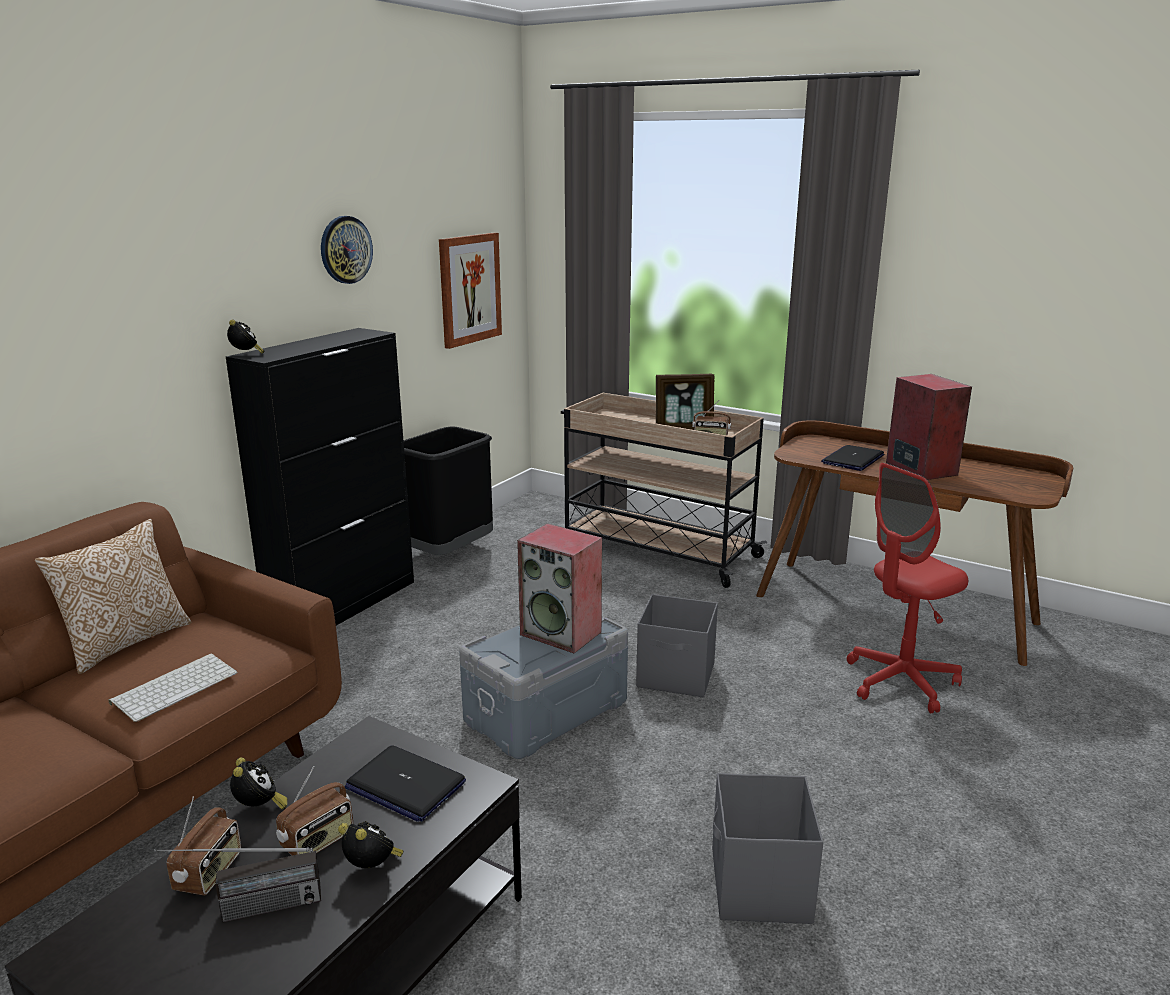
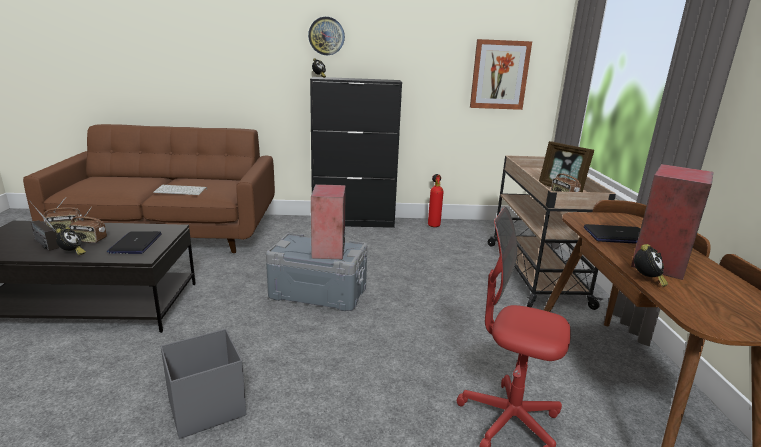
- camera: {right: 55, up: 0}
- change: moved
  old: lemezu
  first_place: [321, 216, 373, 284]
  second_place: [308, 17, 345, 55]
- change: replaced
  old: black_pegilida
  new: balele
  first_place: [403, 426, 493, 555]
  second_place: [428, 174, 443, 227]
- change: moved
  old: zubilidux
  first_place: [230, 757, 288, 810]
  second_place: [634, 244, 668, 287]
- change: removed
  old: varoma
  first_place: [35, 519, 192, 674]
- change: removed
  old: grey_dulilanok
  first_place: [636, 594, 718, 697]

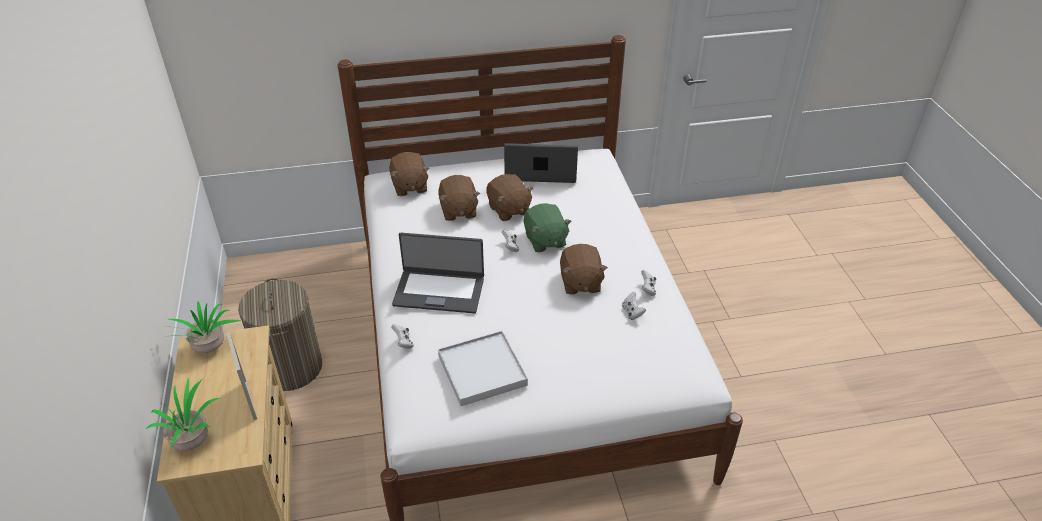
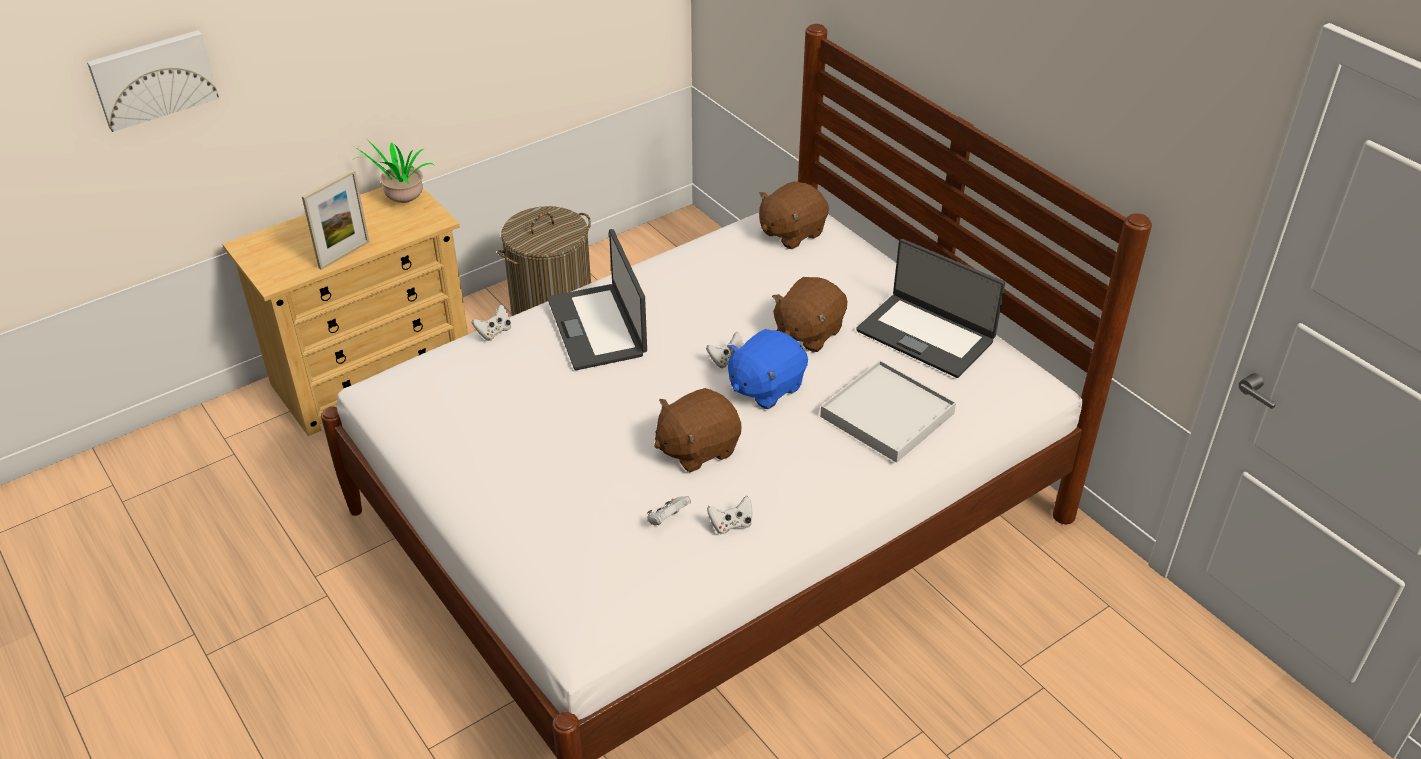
- camera: {right: 65, up: 0}
- change: added
  new: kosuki
  second_place: [87, 30, 219, 132]
- change: recoloured
  old: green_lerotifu
  new: blue_lerotifu
  first_place: [524, 203, 572, 252]
  second_place: [727, 329, 808, 409]
- change: moved
  old: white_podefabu
  first_place: [438, 331, 528, 406]
  second_place: [820, 360, 956, 463]
- change: turned
  old: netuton
  first_place: [504, 143, 578, 183]
  second_place: [856, 239, 1005, 378]
  degrees: 150
- change: removed
  old: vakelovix
  first_place: [146, 378, 220, 451]
- change: removed
  old: brown_lerotifu
  first_place: [438, 175, 480, 221]

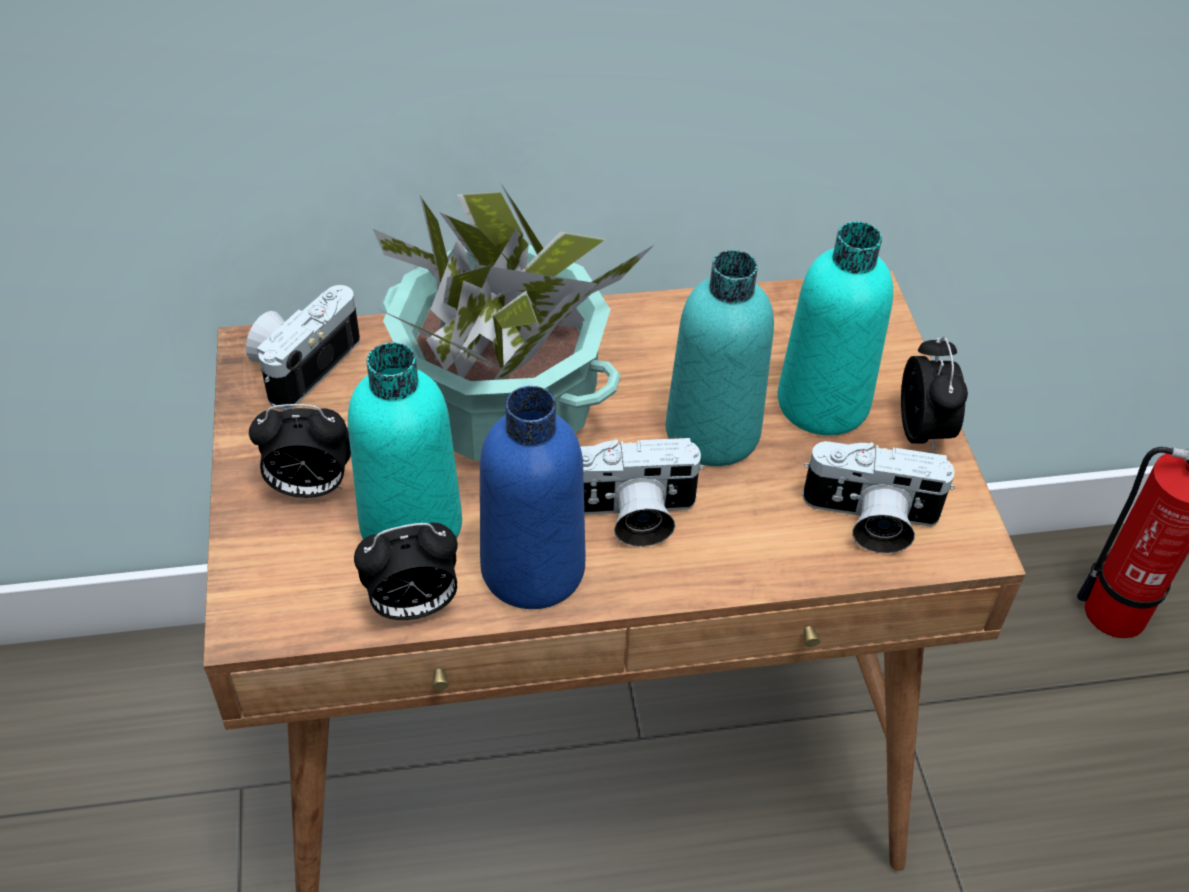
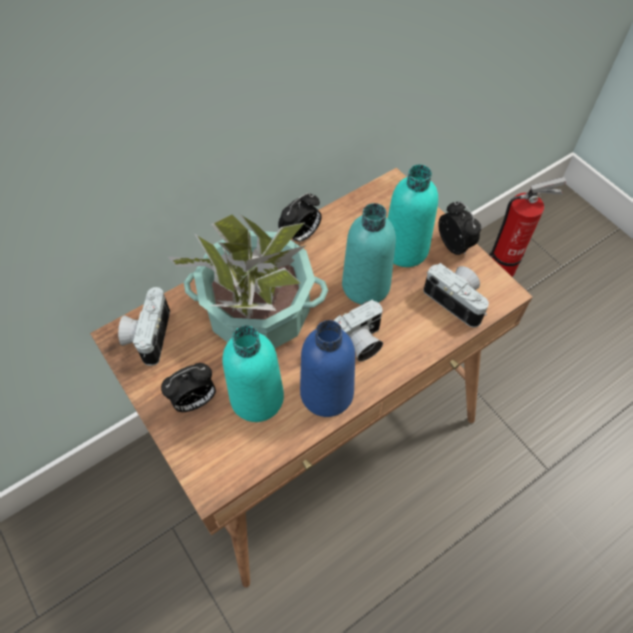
- camera: {right: -25, up: 10}
- change: moved
  old: zubilidux
  first_place: [354, 522, 458, 620]
  second_place: [278, 193, 321, 242]
- change: turned
  old: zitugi
  first_place: [802, 441, 955, 554]
  second_place: [423, 263, 489, 327]
  degrees: -120

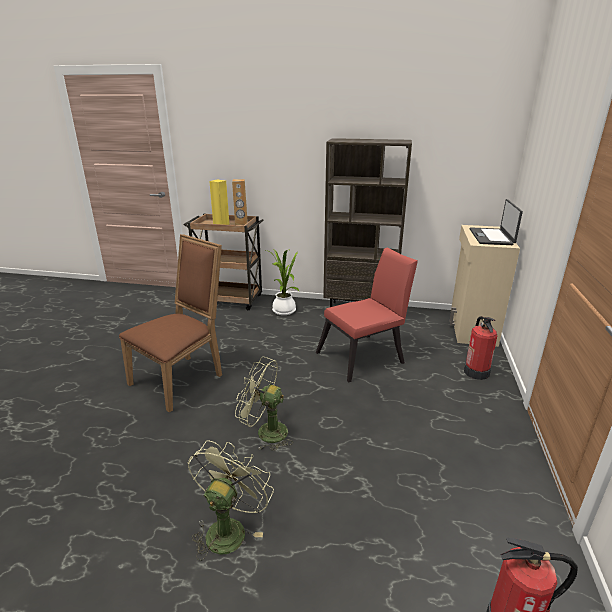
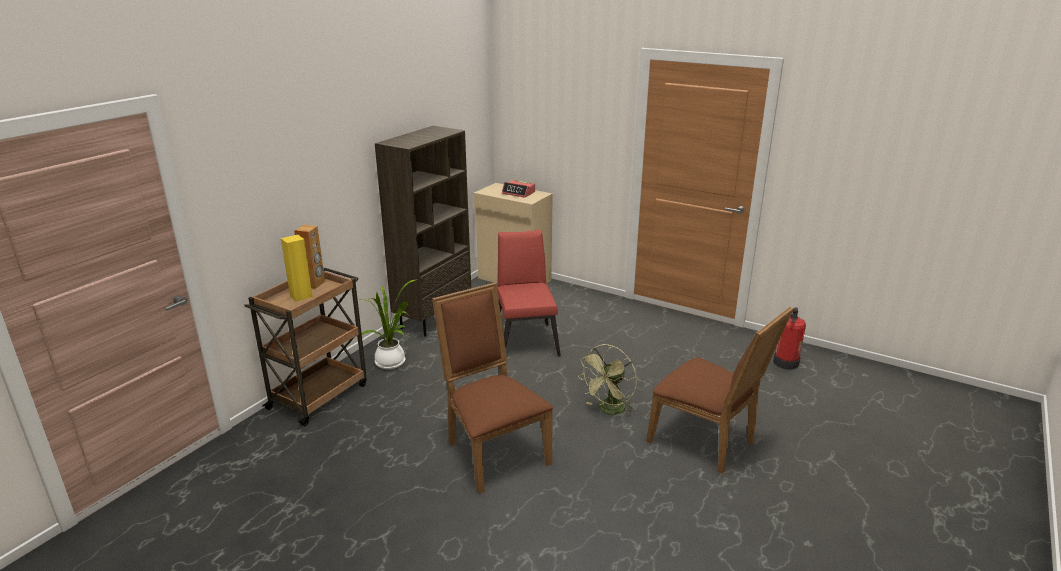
- camera: {right: -70, up: 0}
- change: replaced
  old: netuton
  new: zubilidux
  first_place: [470, 199, 523, 245]
  second_place: [502, 180, 535, 198]
- change: replaced
  old: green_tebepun
  new: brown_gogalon
  first_place: [188, 440, 274, 561]
  second_place: [646, 307, 794, 474]
- change: removed
  old: balele
  first_place: [464, 316, 497, 380]

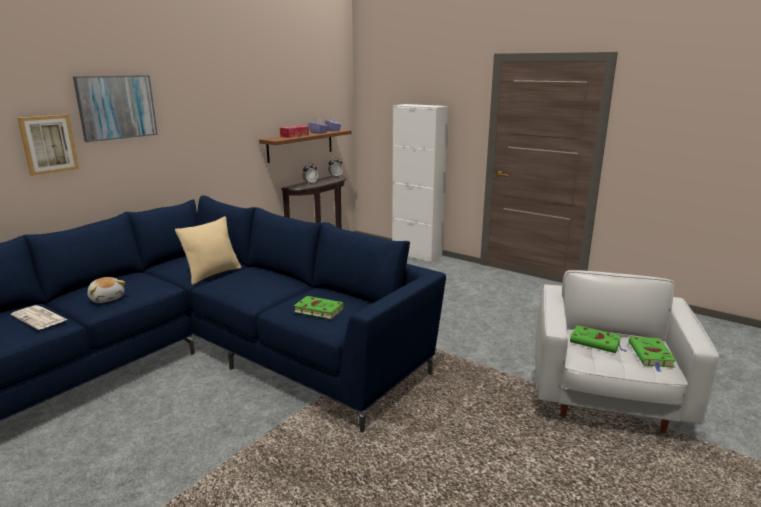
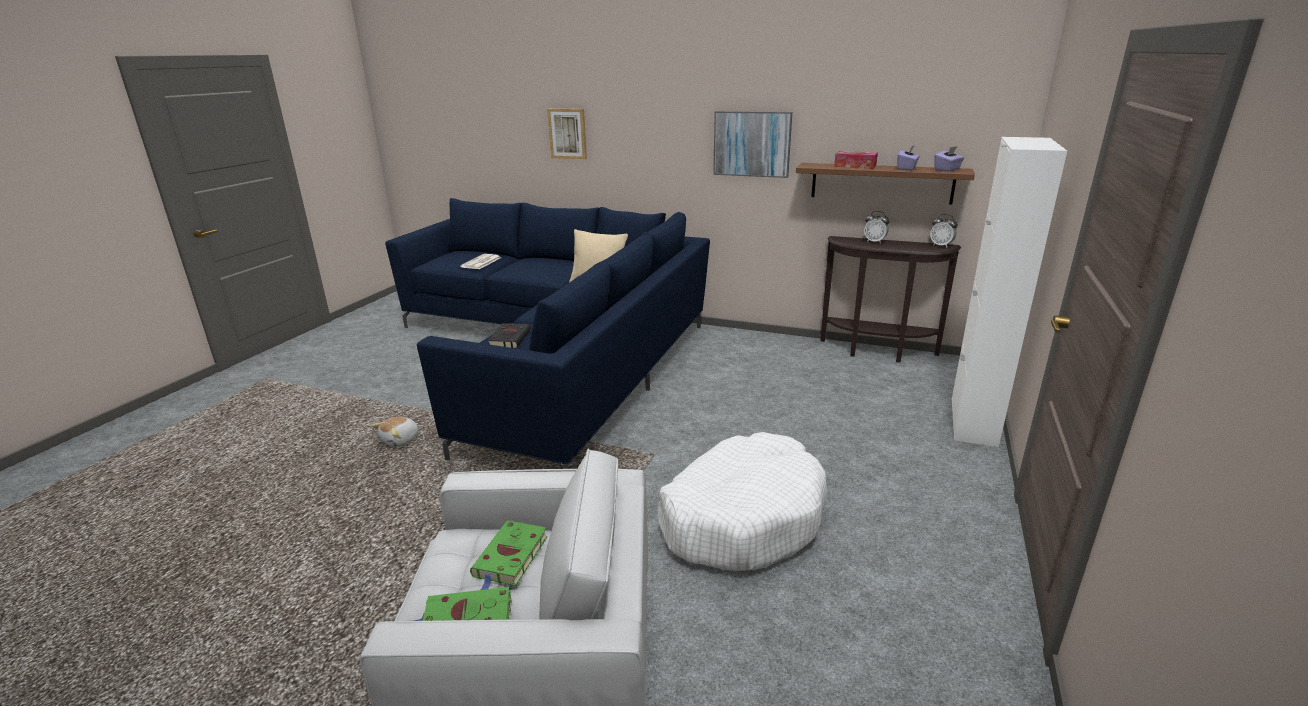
- camera: {right: 75, up: 5}
- change: moved
  old: lerotifu
  first_place: [87, 277, 125, 303]
  second_place: [372, 417, 418, 447]
- change: recoloured
  old: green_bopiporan
  new: black_bopiporan
  first_place: [294, 296, 344, 319]
  second_place: [487, 323, 531, 348]
- change: added
  new: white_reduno
  second_place: [658, 432, 828, 571]
- change: moved
  old: kosuki
  first_place: [73, 75, 158, 142]
  second_place: [713, 111, 792, 178]

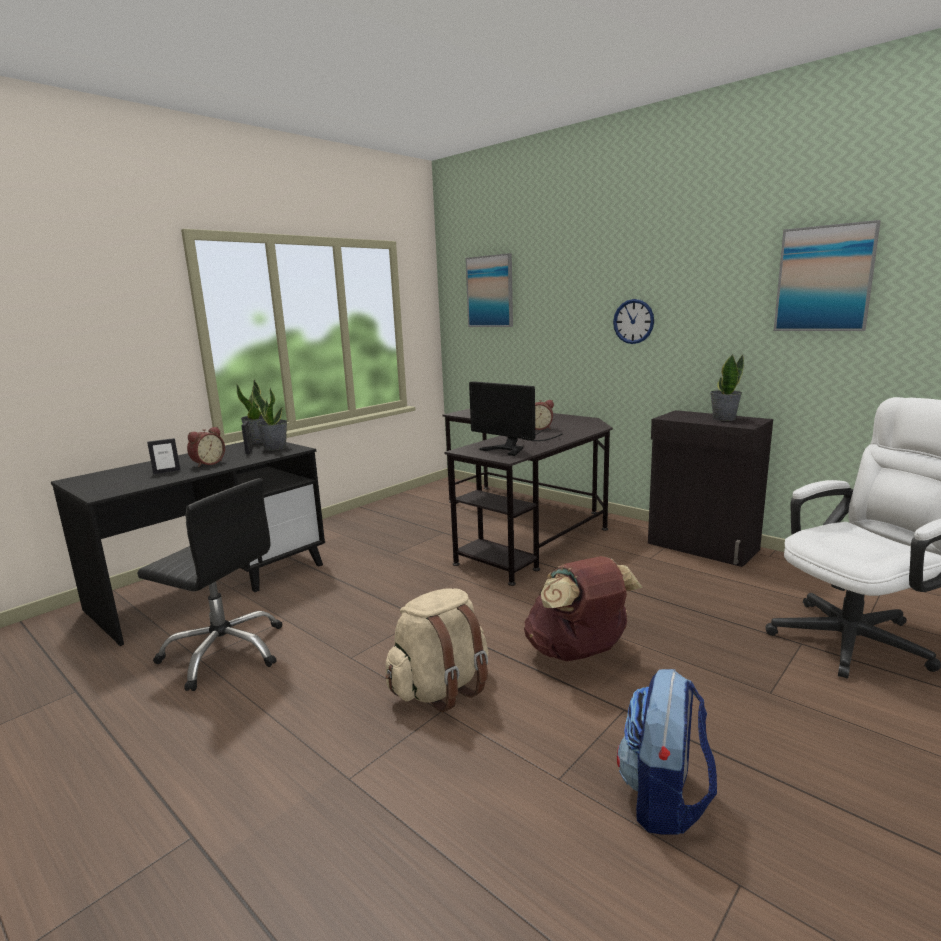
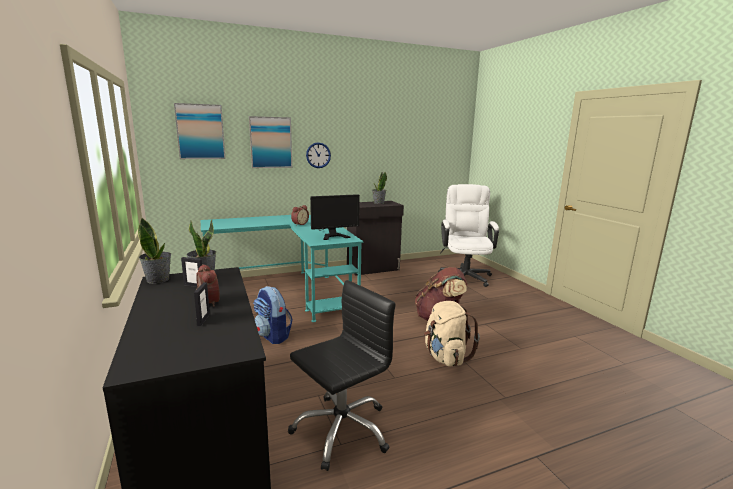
- camera: {right: -65, up: 0}
- change: recoloured
  old: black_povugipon
  new: turquoise_povugipon
  first_place: [443, 409, 613, 586]
  second_place: [201, 215, 364, 322]
- change: moved
  old: kosuki
  first_place: [774, 220, 881, 331]
  second_place: [249, 116, 292, 168]
- change: moved
  old: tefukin
  first_place: [617, 669, 717, 834]
  second_place: [253, 286, 293, 344]

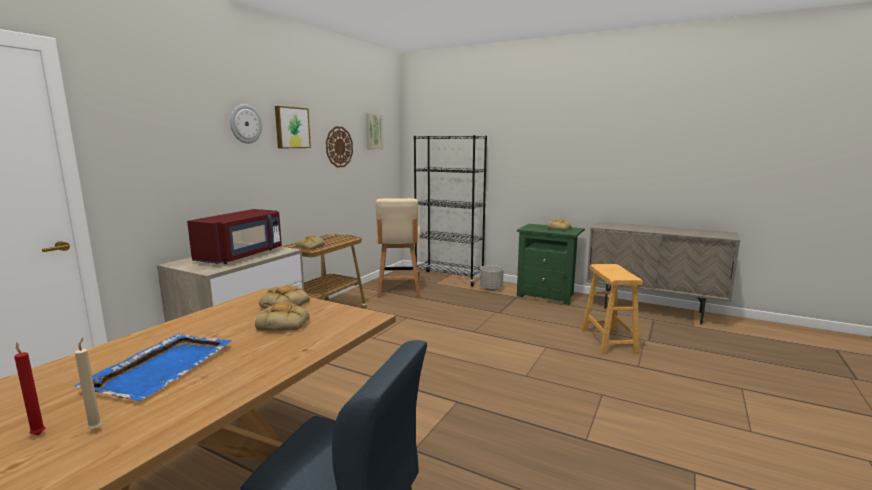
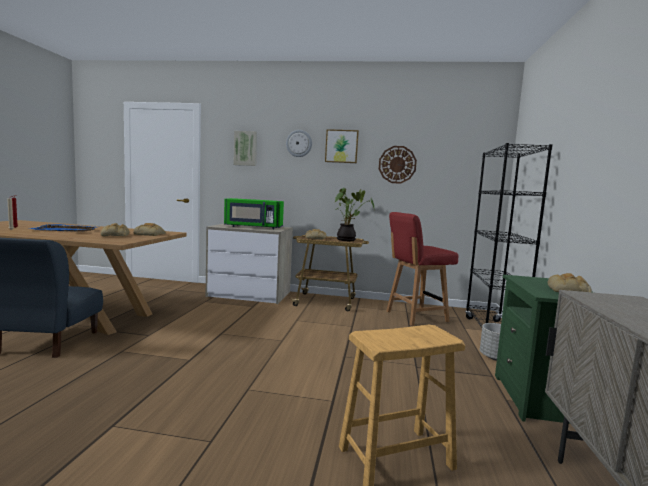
- camera: {right: 70, up: -5}
- change: recoloured
  old: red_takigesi
  new: green_takigesi
  first_place: [187, 209, 282, 264]
  second_place: [224, 198, 284, 229]
- change: moved
  old: kosuki
  first_place: [366, 113, 383, 150]
  second_place: [233, 131, 257, 166]
- change: added
  new: vakelovix
  second_place: [334, 188, 375, 241]
- change: recoloured
  old: beige_gogalon
  new: red_gogalon
  first_place: [376, 198, 420, 298]
  second_place: [386, 212, 459, 326]

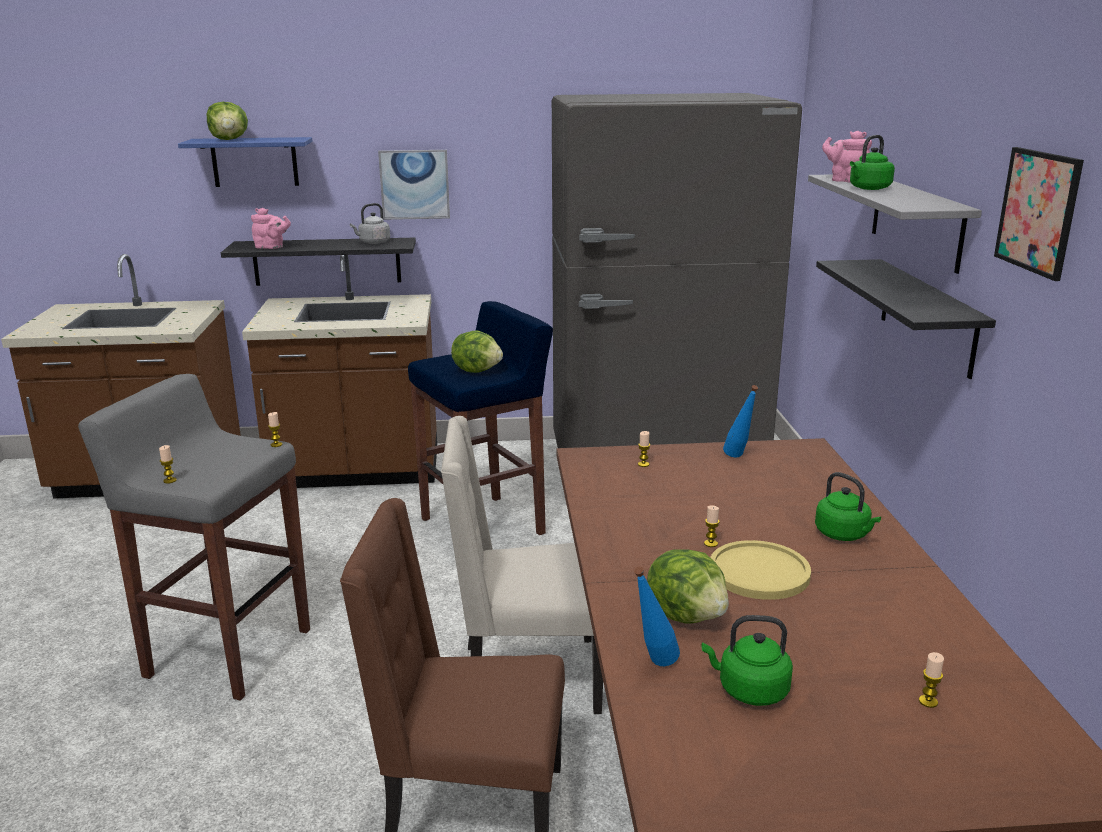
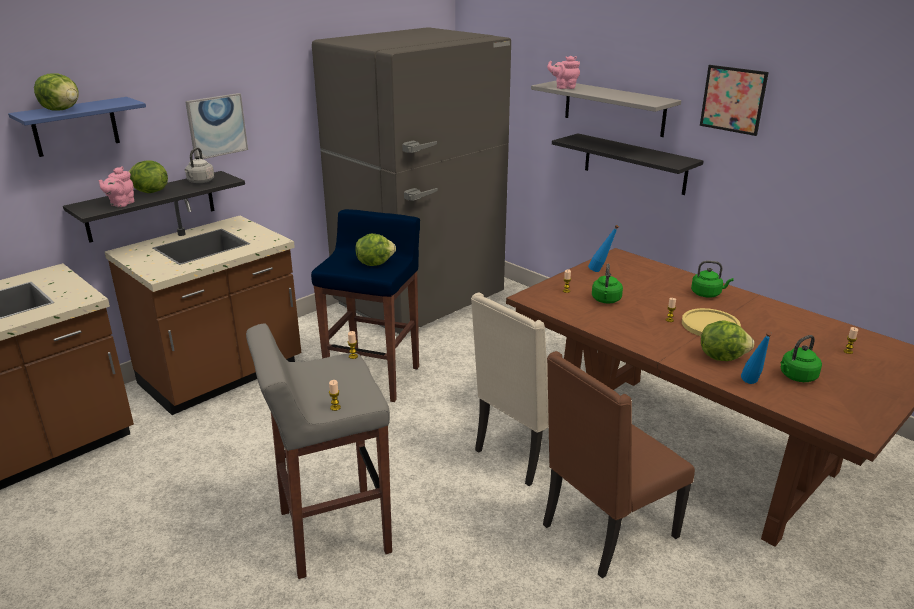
- camera: {right: -40, up: 5}
- change: turned
  old: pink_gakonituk
  first_place: [251, 208, 291, 249]
  second_place: [99, 166, 134, 207]
  degrees: 135
- change: added
  new: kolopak
  second_place: [128, 160, 168, 193]
- change: moved
  old: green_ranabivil
  first_place: [850, 135, 895, 190]
  second_place: [592, 264, 623, 303]

